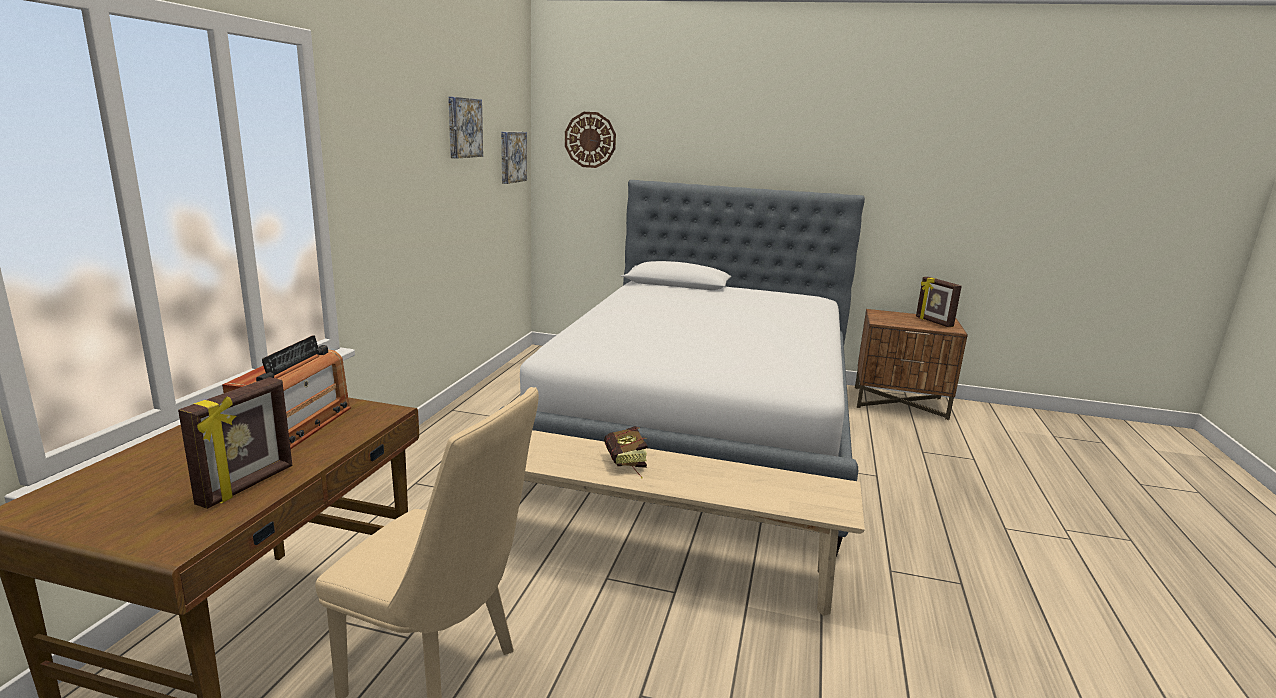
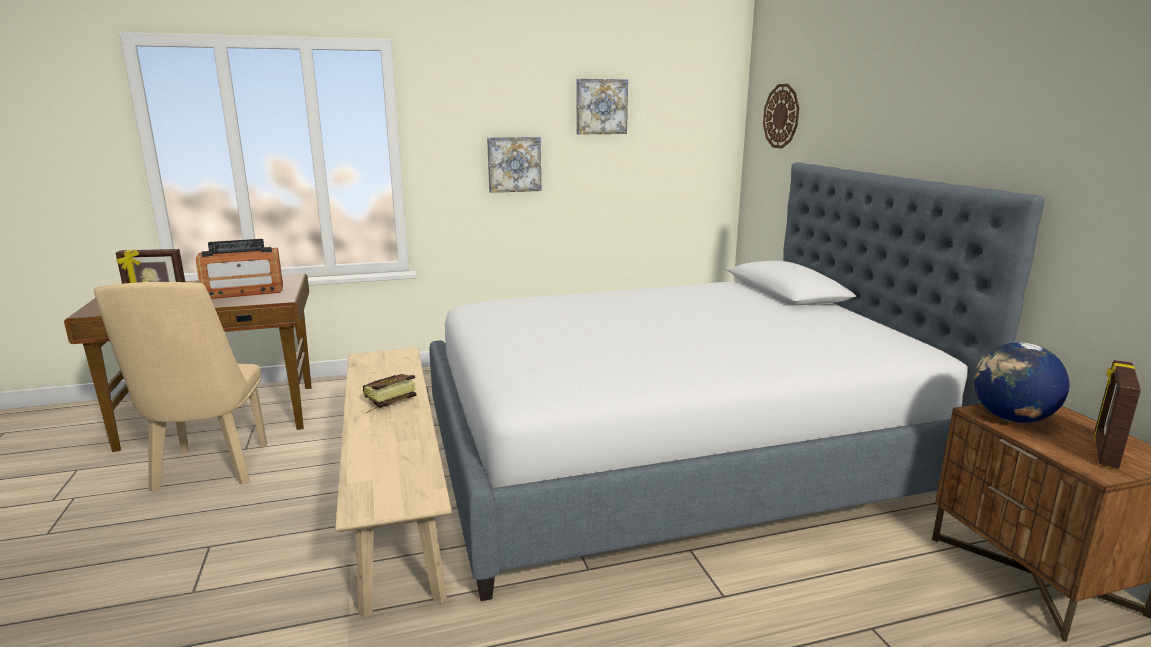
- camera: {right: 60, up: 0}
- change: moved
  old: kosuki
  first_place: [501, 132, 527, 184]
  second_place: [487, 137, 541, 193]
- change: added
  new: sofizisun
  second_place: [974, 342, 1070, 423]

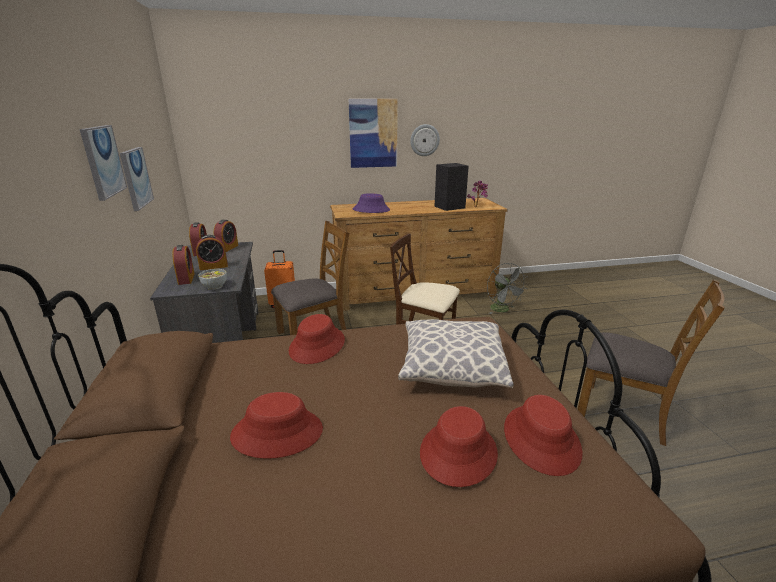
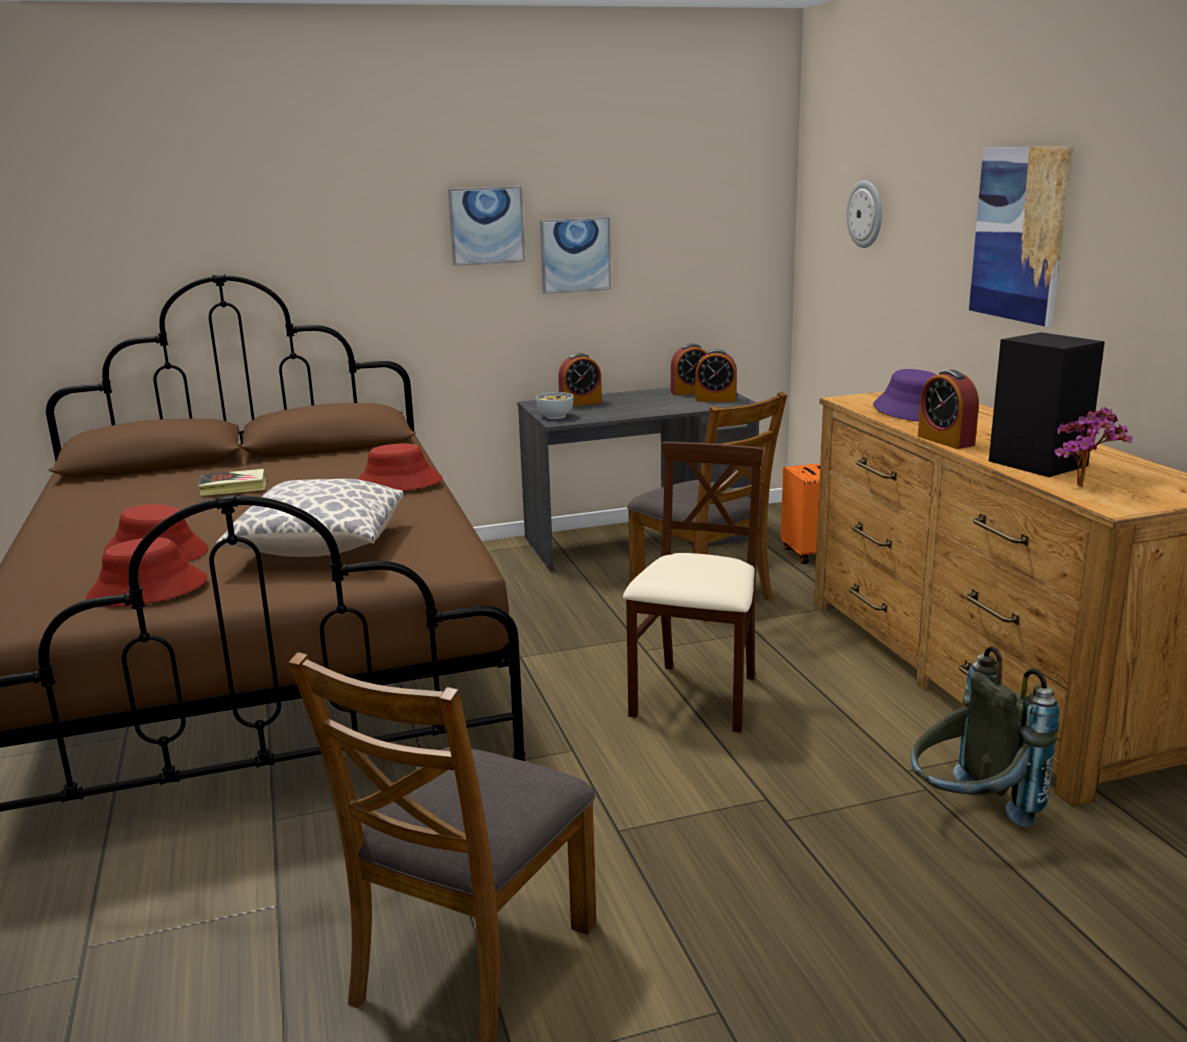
- camera: {right: 85, up: -5}
- change: replaced
  old: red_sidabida
  new: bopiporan
  first_place: [230, 392, 323, 459]
  second_place: [199, 469, 266, 496]
- change: moved
  old: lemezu
  first_place: [410, 124, 440, 156]
  second_place: [847, 180, 882, 248]
- change: replaced
  old: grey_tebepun
  new: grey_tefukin
  first_place: [487, 263, 527, 314]
  second_place: [911, 646, 1059, 827]
- change: moved
  old: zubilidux
  first_place: [196, 235, 228, 270]
  second_place: [918, 370, 979, 449]

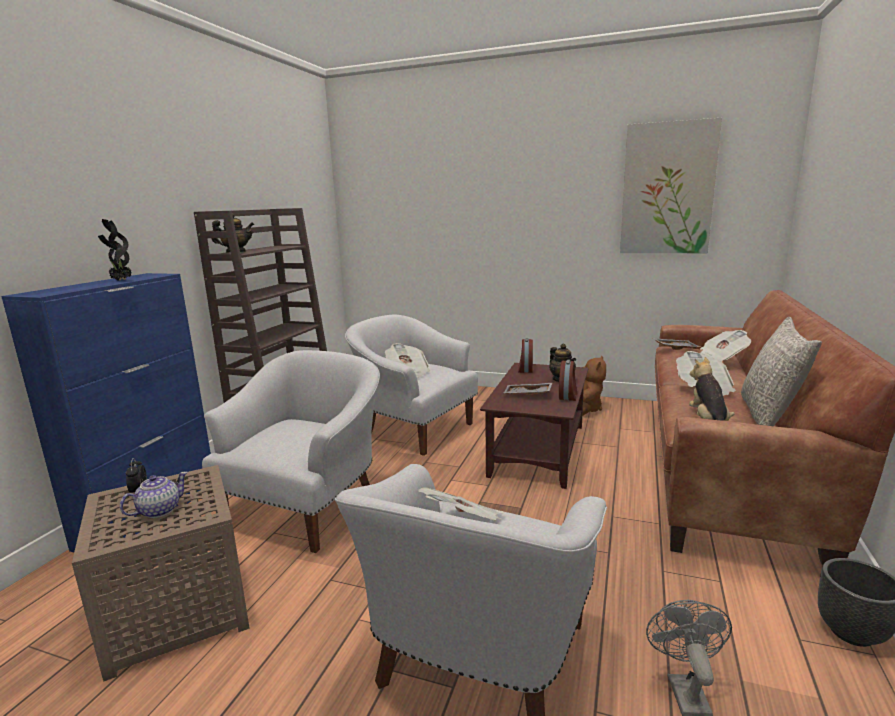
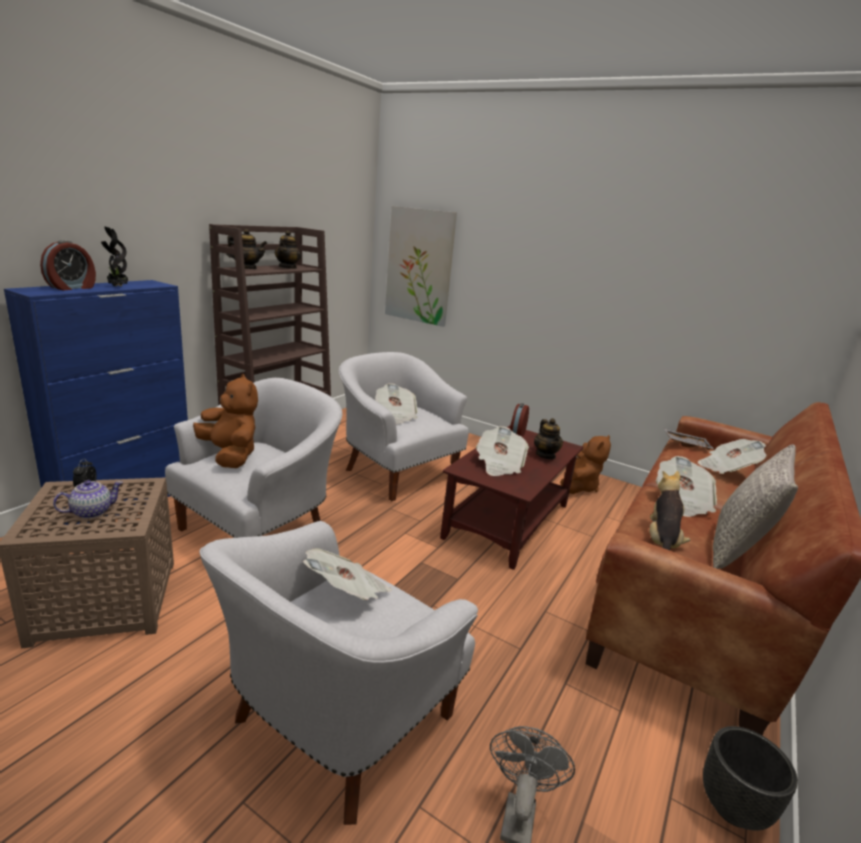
- camera: {right: 10, up: 5}
- change: moved
  old: zubilidux
  first_place: [559, 360, 577, 401]
  second_place: [40, 240, 96, 290]
- change: added
  new: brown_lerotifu
  second_place: [193, 374, 258, 468]
- change: added
  new: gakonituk
  second_place: [274, 230, 301, 269]
- change: moved
  old: kosuki
  first_place: [620, 118, 722, 253]
  second_place: [385, 206, 457, 327]
- change: replaced
  old: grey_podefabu
  new: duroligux
  first_place: [503, 383, 552, 395]
  second_place: [476, 426, 529, 476]

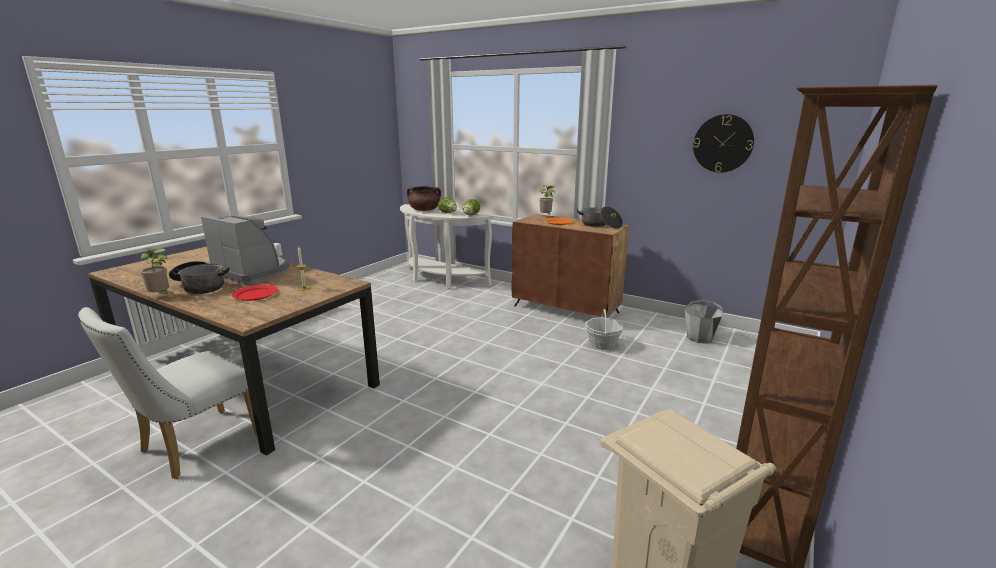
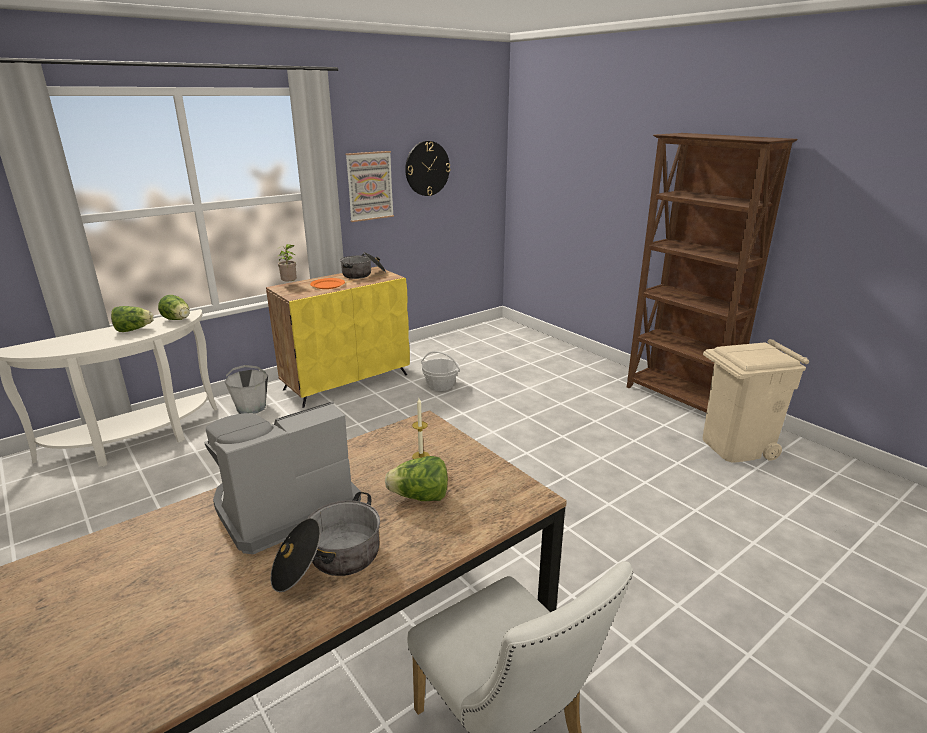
- camera: {right: -70, up: 5}
- change: moved
  old: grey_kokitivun
  first_place: [685, 299, 724, 344]
  second_place: [224, 365, 268, 414]
- change: recoloured
  old: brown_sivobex
  new: yellow_sivobex
  first_place: [512, 214, 629, 318]
  second_place: [266, 267, 410, 408]
- change: added
  new: kosuki
  second_place: [345, 151, 394, 222]
- change: replaced
  old: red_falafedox
  new: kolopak
  first_place: [232, 285, 278, 301]
  second_place: [385, 456, 448, 501]
- change: removed
  old: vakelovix
  first_place: [141, 248, 173, 294]
- change: removed
  old: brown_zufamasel
  first_place: [407, 186, 441, 211]

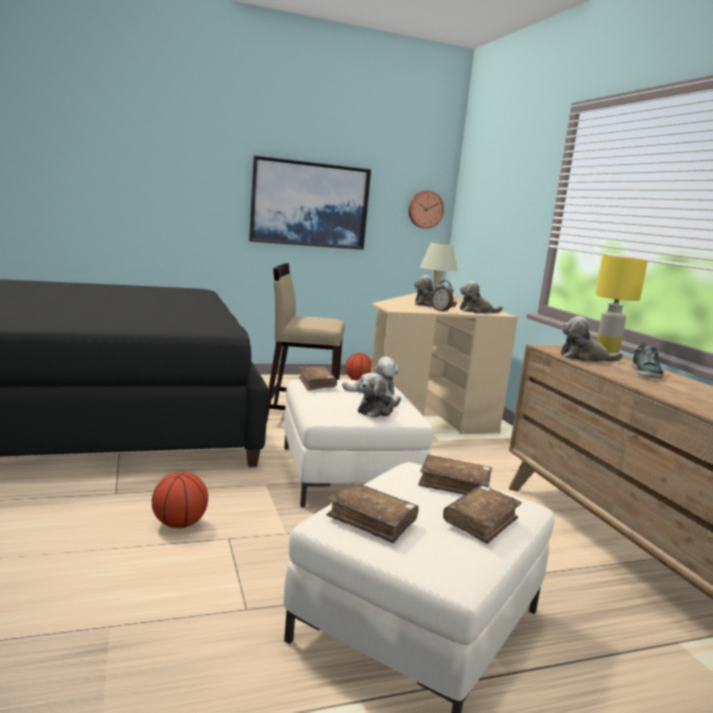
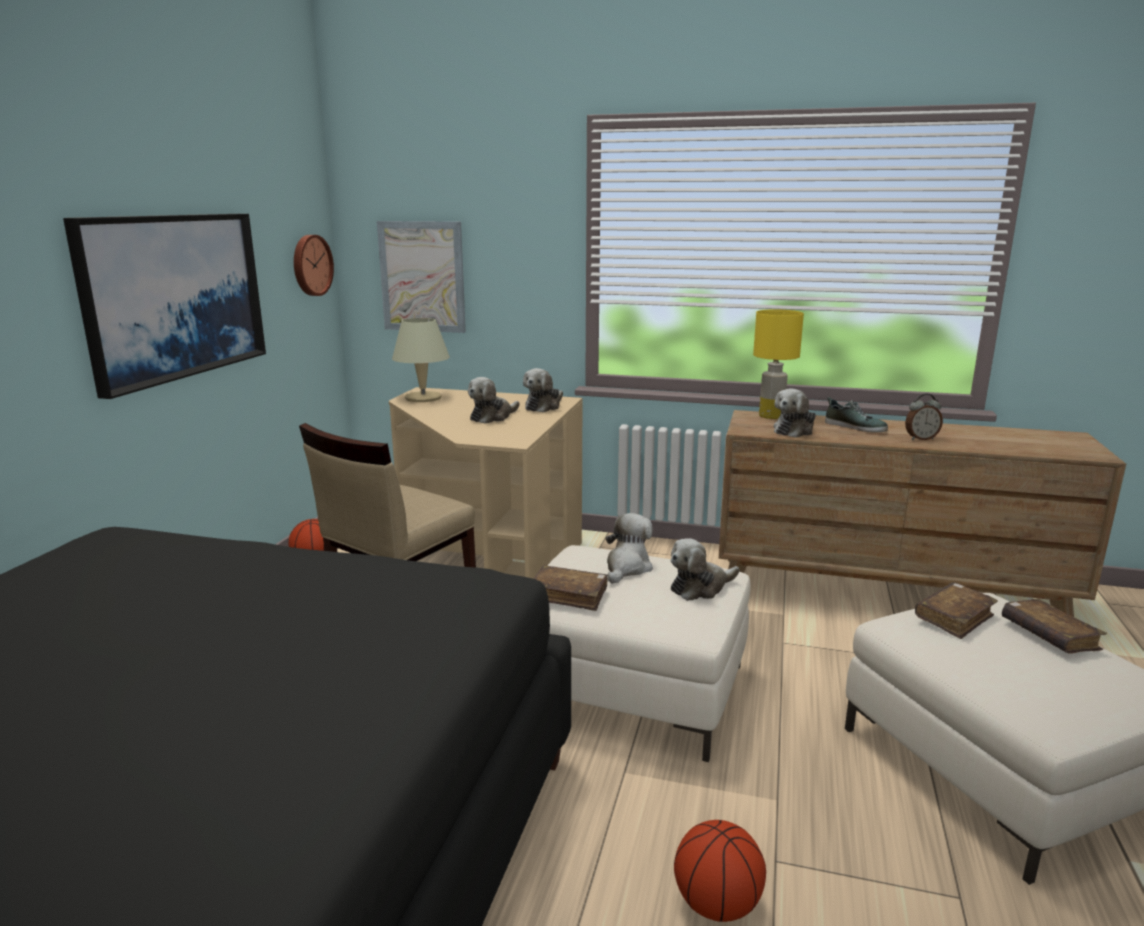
- camera: {right: -55, up: 5}
- change: added
  new: kosuki
  second_place: [377, 221, 466, 333]
- change: turned
  old: lerotifu
  first_place: [357, 373, 401, 418]
  second_place: [671, 538, 739, 601]
  degrees: 75
- change: moved
  old: zubilidux
  first_place: [431, 280, 454, 312]
  second_place: [905, 393, 943, 440]
- change: removed
  old: brown_bopiporan
  first_place: [327, 482, 418, 543]

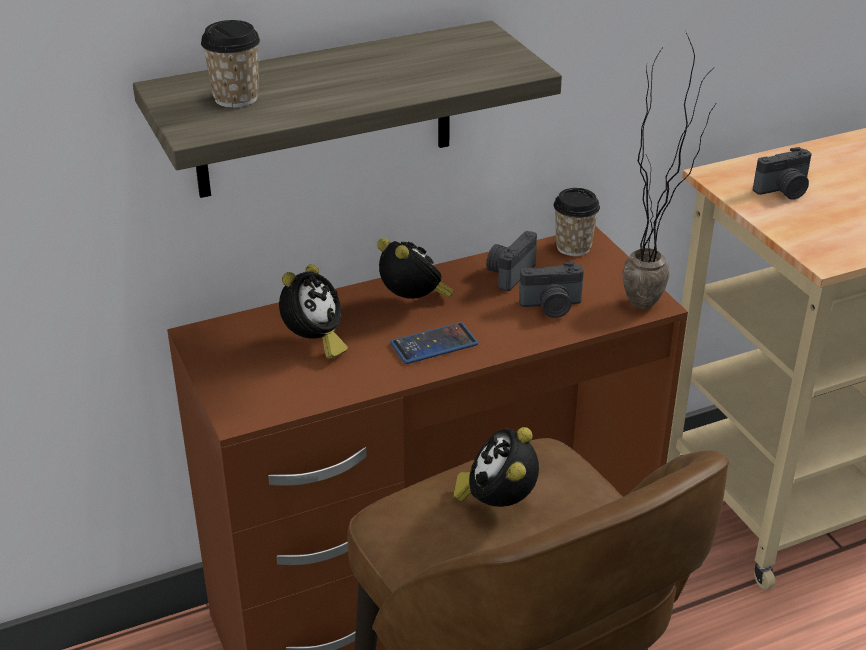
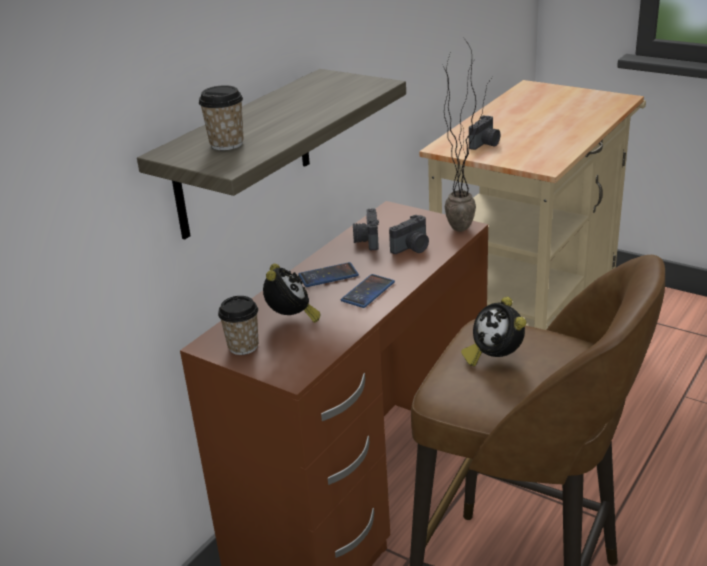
- camera: {right: -30, up: -5}
- change: moved
  old: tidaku
  first_place: [554, 188, 600, 256]
  second_place: [218, 296, 259, 355]
- change: replaced
  old: zubilidux
  new: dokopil
  first_place: [377, 238, 454, 299]
  second_place: [298, 262, 359, 287]

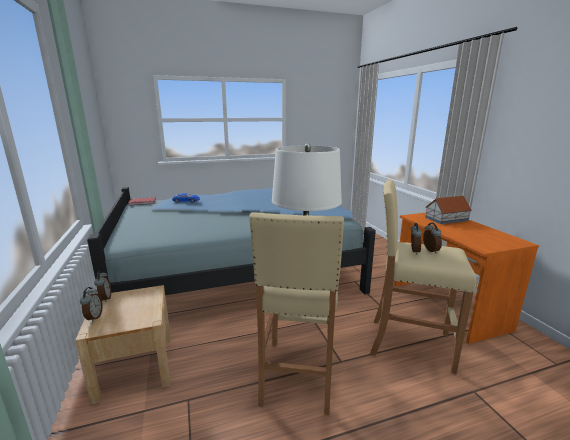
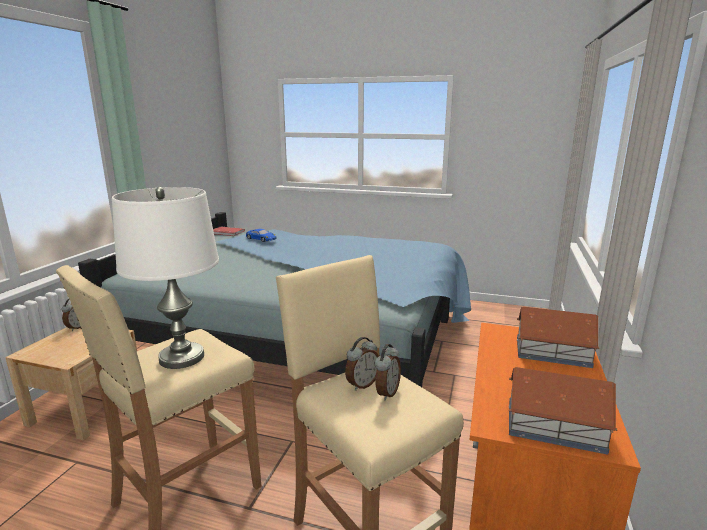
- camera: {right: 35, up: 0}
- change: added
  new: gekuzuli
  second_place: [509, 367, 617, 455]
- change: removed
  old: zubilidux
  first_place: [80, 287, 103, 322]

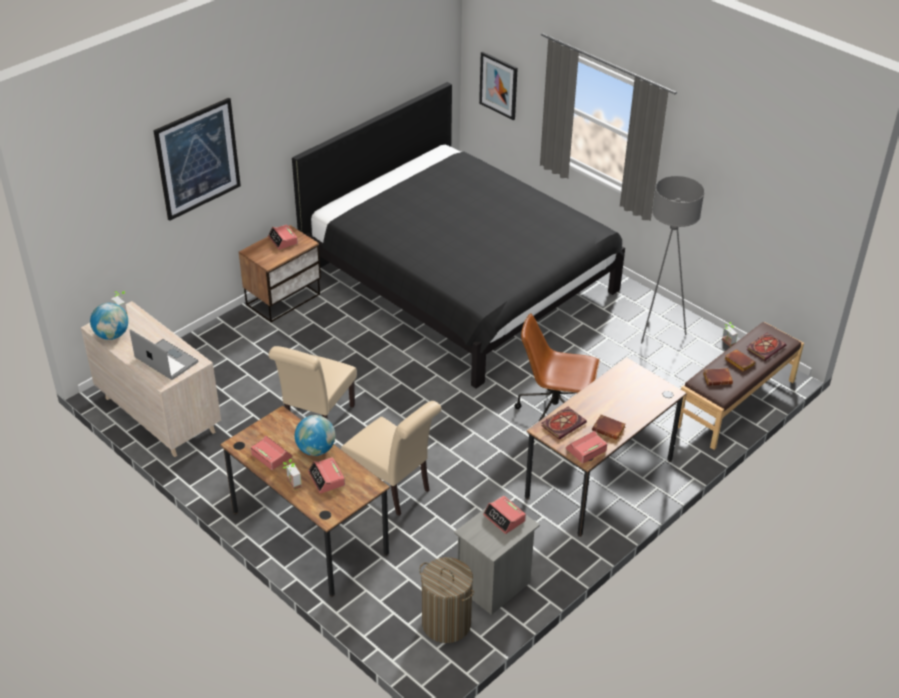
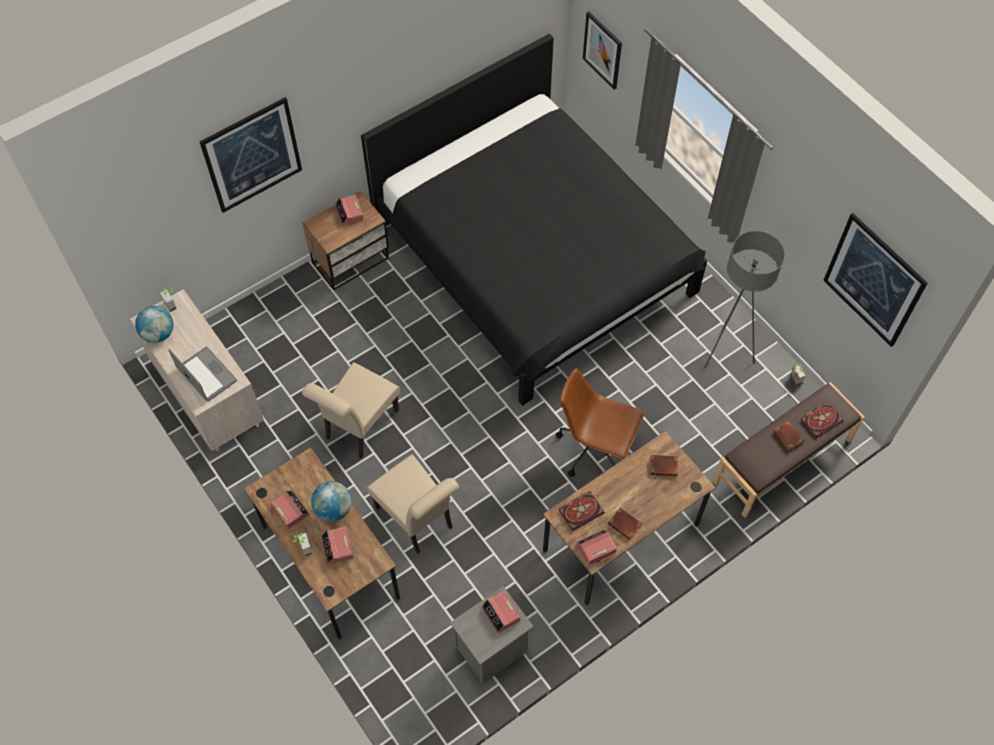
- camera: {right: 10, up: 20}
- change: moved
  old: brown_bopiporan
  first_place: [703, 368, 733, 386]
  second_place: [650, 455, 678, 476]
- change: added
  new: kosuki
  second_place: [823, 213, 928, 347]
- change: removed
  old: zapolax
  first_place: [419, 557, 474, 643]

